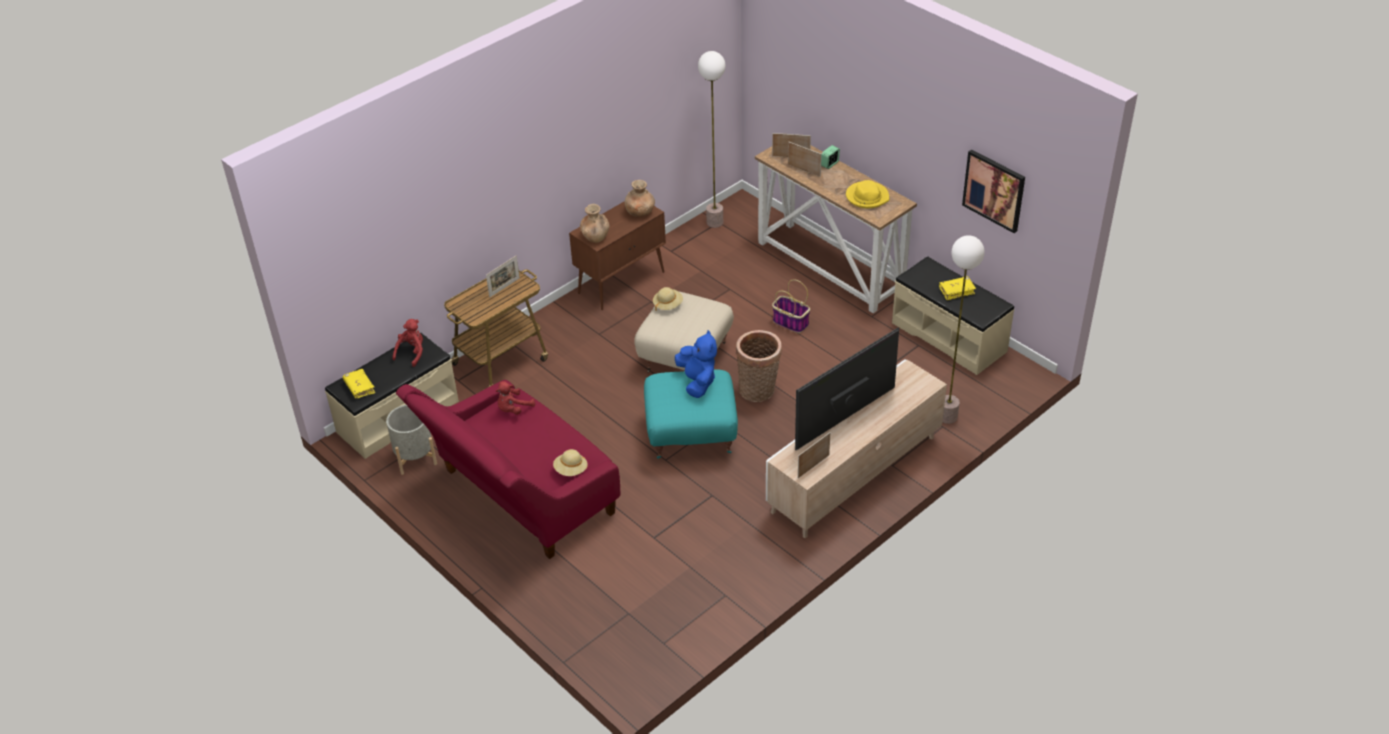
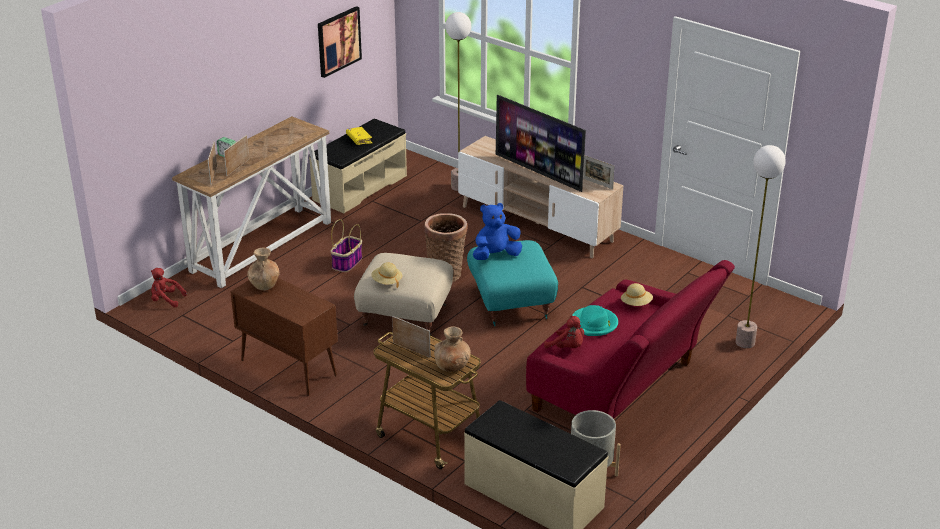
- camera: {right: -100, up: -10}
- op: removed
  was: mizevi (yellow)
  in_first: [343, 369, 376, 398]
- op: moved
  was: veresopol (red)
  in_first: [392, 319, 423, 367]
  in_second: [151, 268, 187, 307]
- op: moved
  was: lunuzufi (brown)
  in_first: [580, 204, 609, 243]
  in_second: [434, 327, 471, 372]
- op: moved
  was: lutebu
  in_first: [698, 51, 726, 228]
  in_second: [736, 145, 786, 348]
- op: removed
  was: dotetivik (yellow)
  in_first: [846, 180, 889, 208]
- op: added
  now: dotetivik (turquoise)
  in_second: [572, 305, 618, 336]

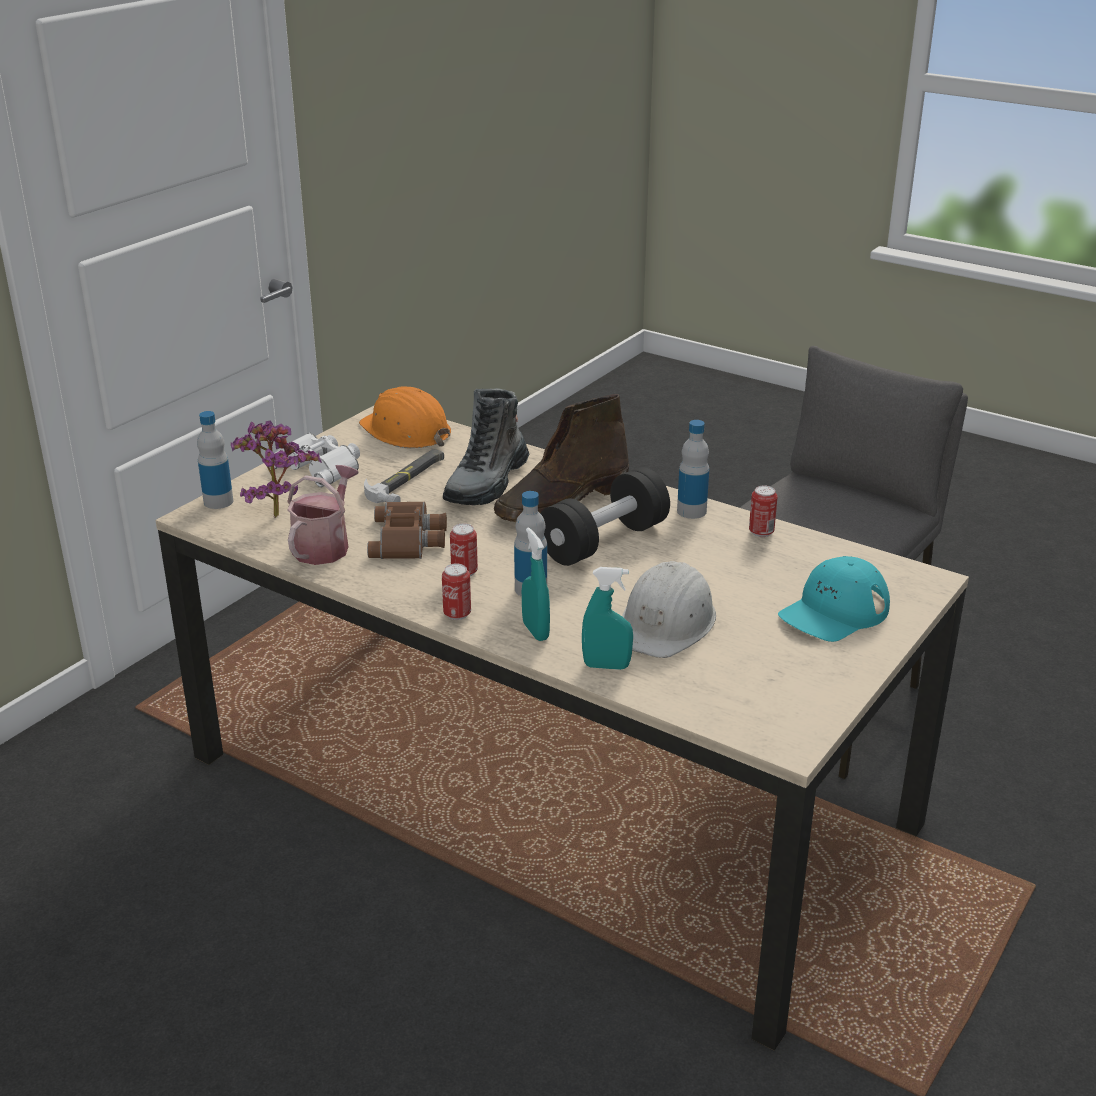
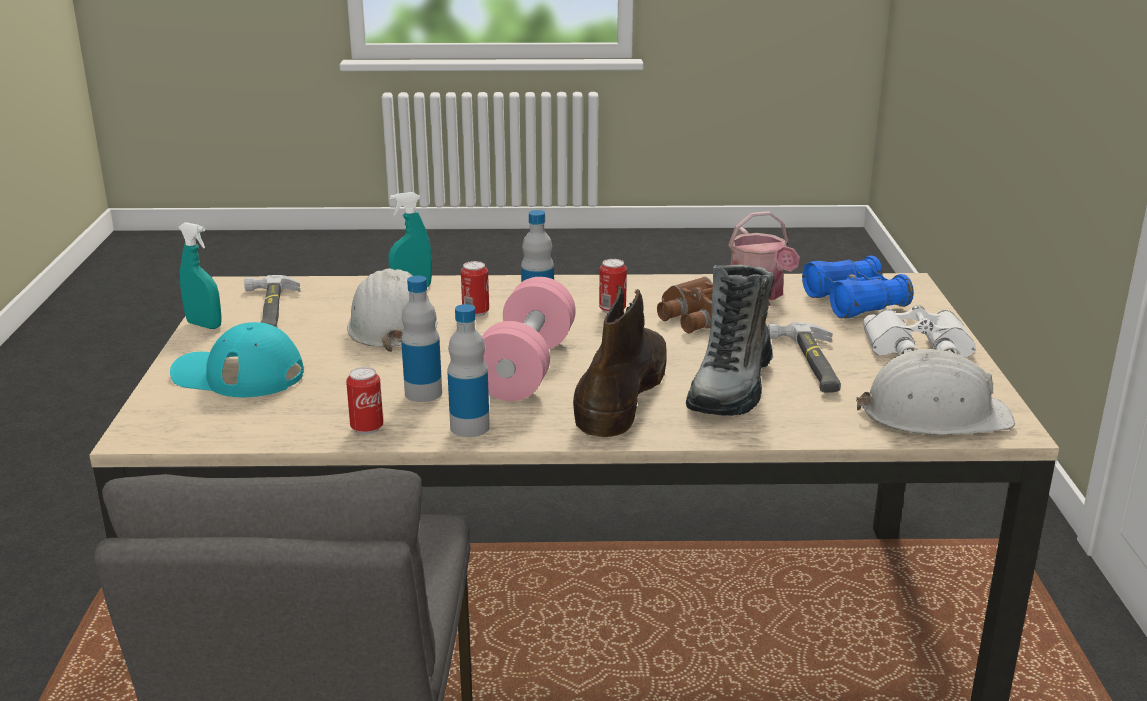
- camera: {right: 145, up: -5}
- op: moved
  was: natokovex
  in_first: [197, 411, 233, 509]
  in_second: [401, 276, 442, 402]
- op: replaced
  was: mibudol
  now: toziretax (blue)
  in_first: [231, 421, 322, 518]
  in_second: [802, 256, 914, 319]
- op: recoloured
  was: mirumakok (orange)
  now: mirumakok (white)
  in_first: [359, 386, 451, 448]
  in_second: [856, 349, 1015, 435]
- op: moved
  was: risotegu
  in_first: [442, 563, 471, 620]
  in_second: [461, 261, 489, 317]
- op: turned
  was: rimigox
  in_first: [443, 388, 529, 506]
  in_second: [686, 264, 774, 416]
  clockwise: -150
- op: moved
  was: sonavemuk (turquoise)
  in_first: [522, 527, 550, 641]
  in_second: [178, 222, 222, 329]
- op: recoloured
  was: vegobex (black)
  now: vegobex (pink)
  in_first: [540, 467, 670, 566]
  in_second: [482, 277, 576, 401]
- op: turned
  was: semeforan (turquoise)
  in_first: [778, 556, 890, 642]
  in_second: [170, 322, 304, 397]
  clockwise: -90
- op: added
  now: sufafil
  in_second: [244, 275, 301, 327]

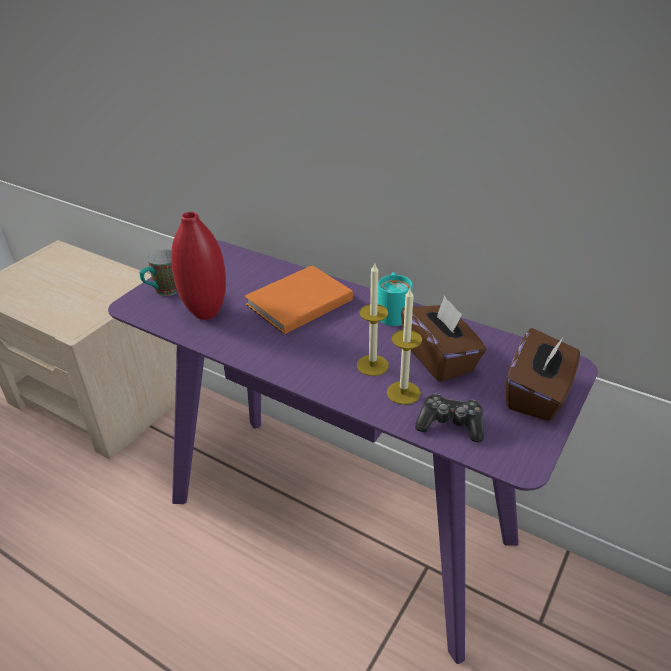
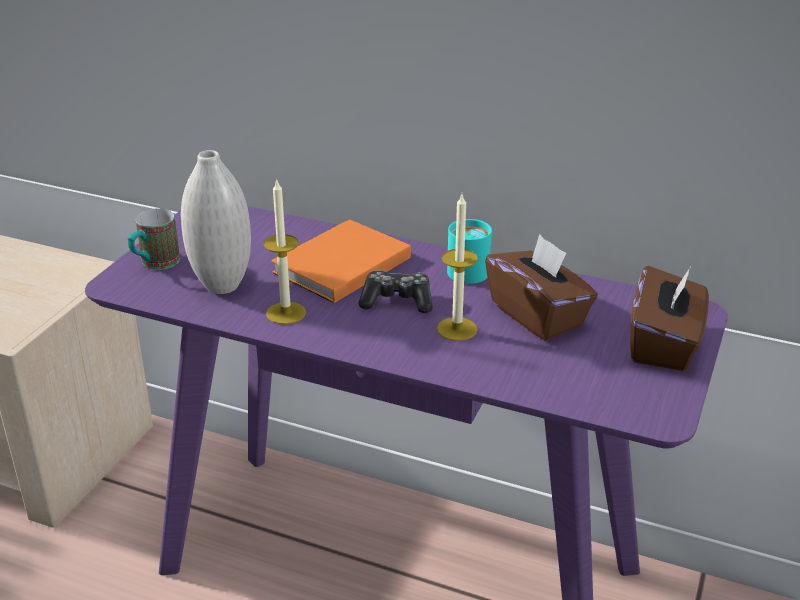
- camera: {right: -10, up: -5}
- op: recoloured
  was: lunuzufi (red)
  now: lunuzufi (white)
  in_first: [171, 212, 226, 320]
  in_second: [181, 150, 251, 294]
- op: moved
  was: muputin
  in_first: [387, 288, 422, 405]
  in_second: [263, 178, 306, 324]
- op: moved
  was: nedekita
  in_first: [415, 394, 484, 442]
  in_second: [359, 270, 432, 313]

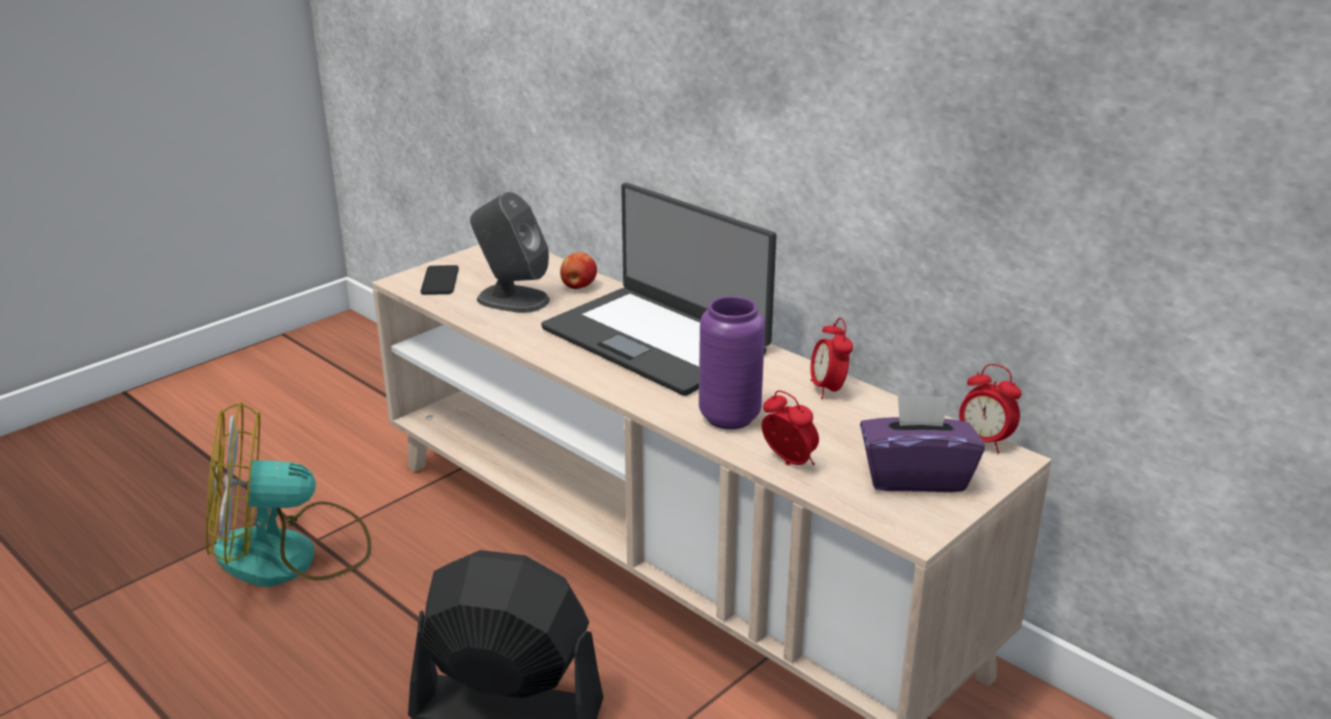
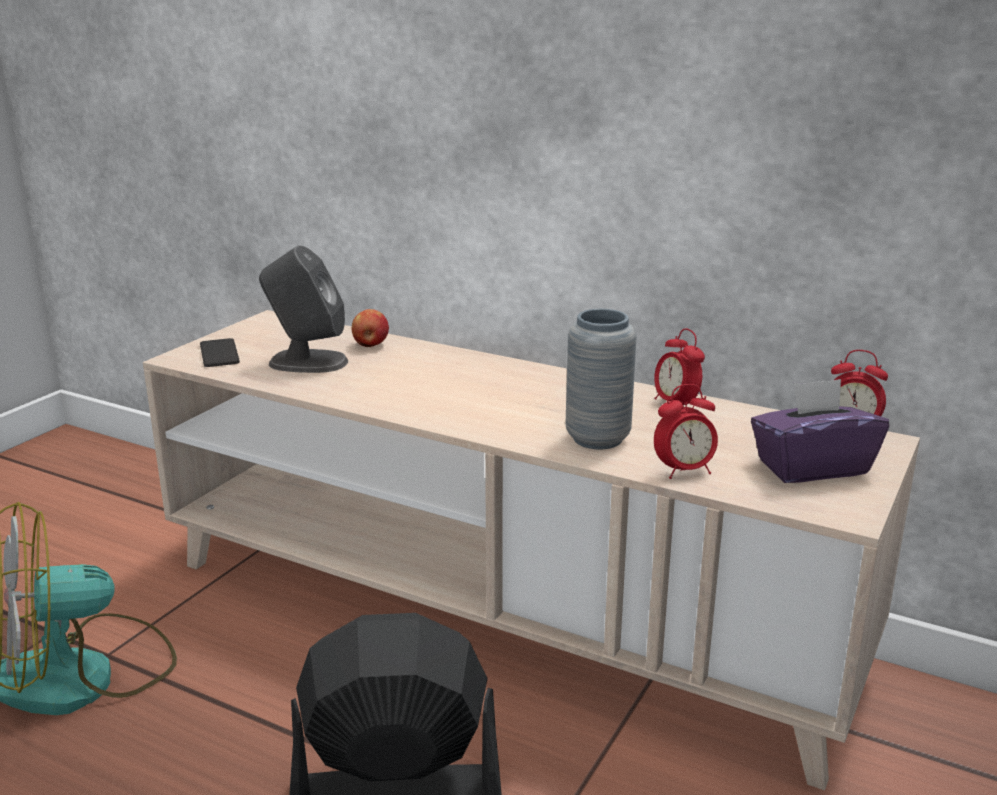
- camera: {right: -15, up: -5}
- op: removed
  was: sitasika
  in_first: [541, 183, 777, 396]
- op: recoloured
  was: lunuzufi (purple)
  now: lunuzufi (grey)
  in_first: [699, 296, 765, 429]
  in_second: [565, 309, 636, 450]
- op: turned
  was: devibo
  in_first: [762, 390, 819, 466]
  in_second: [654, 384, 718, 479]
  clockwise: 135

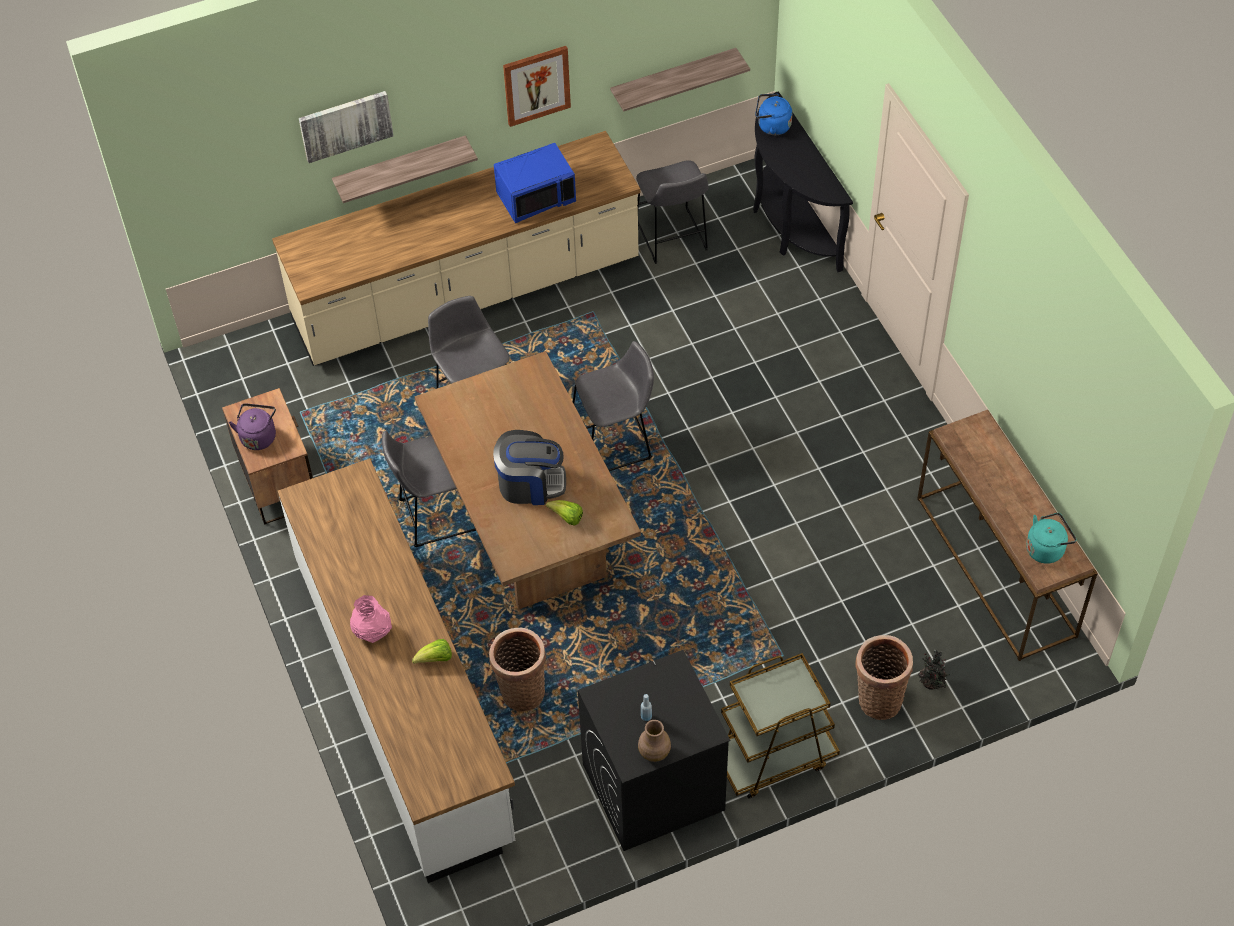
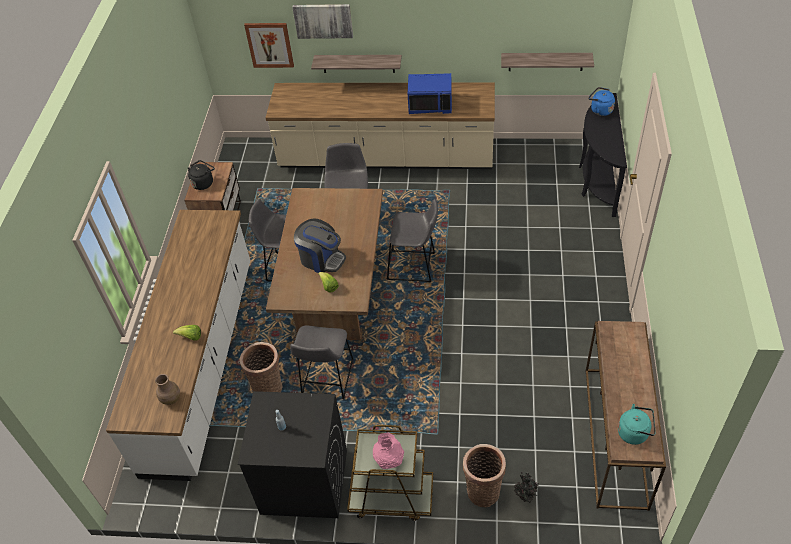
- camera: {right: 30, up: -5}
- op: recoloured
  was: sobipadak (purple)
  now: sobipadak (black)
  in_first: [229, 403, 276, 450]
  in_second: [188, 160, 215, 190]
- op: moved
  was: lunuzufi (pink)
  in_first: [350, 595, 392, 643]
  in_second: [373, 432, 404, 469]
- op: moved
  was: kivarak
  in_first: [503, 46, 571, 127]
  in_second: [244, 23, 294, 68]
- op: moved
  was: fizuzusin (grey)
  in_first: [636, 160, 709, 264]
  in_second: [290, 325, 353, 399]
- op: moved
  was: lunuzufi (brown)
  in_first: [638, 720, 671, 762]
  in_second: [155, 374, 180, 405]

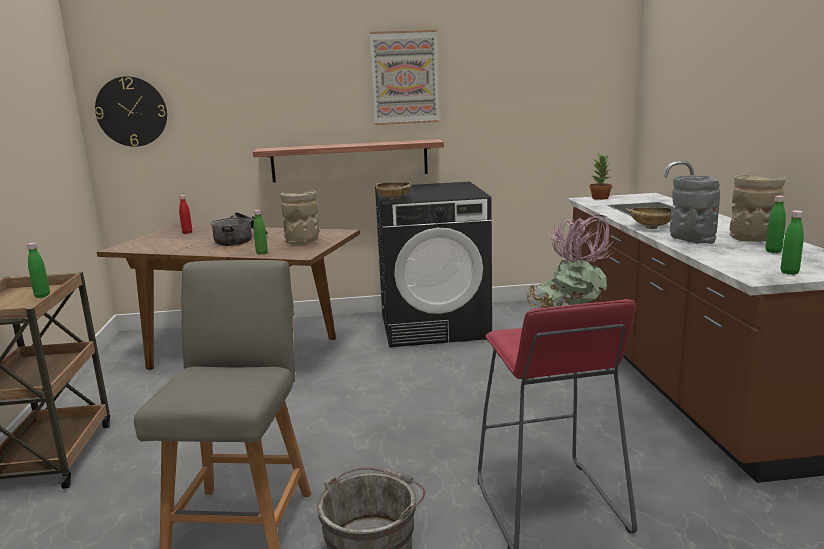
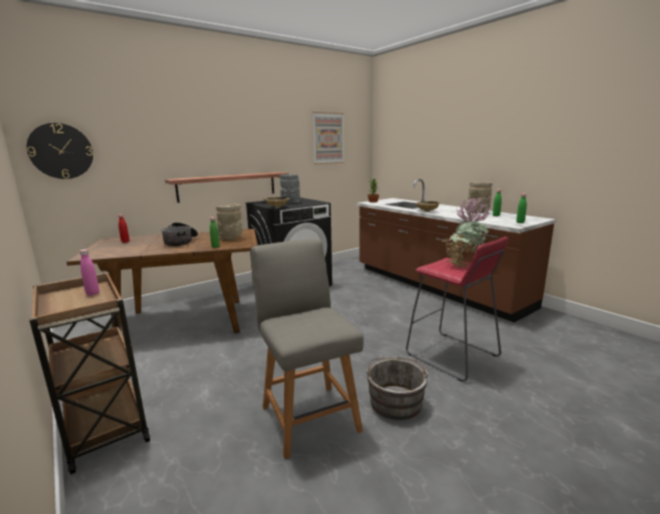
- camera: {right: -30, up: 0}
- op: recoloured
  was: natokovex (green)
  now: natokovex (pink)
  in_first: [27, 243, 50, 298]
  in_second: [80, 249, 99, 295]
- op: moved
  was: kivarak
  in_first: [370, 30, 439, 125]
  in_second: [313, 112, 344, 164]
- op: moved
  was: lunuzufi (grey)
  in_first: [670, 175, 720, 244]
  in_second: [279, 174, 300, 203]

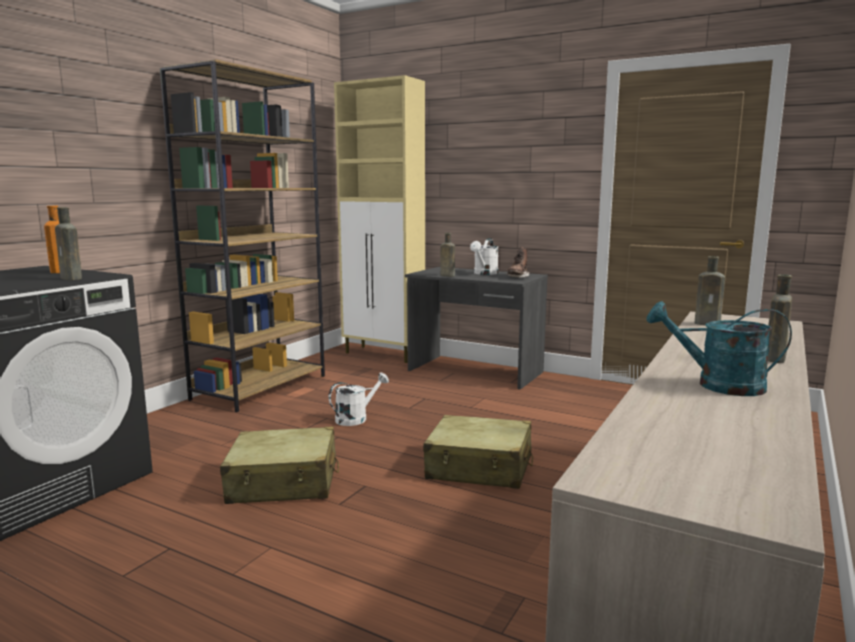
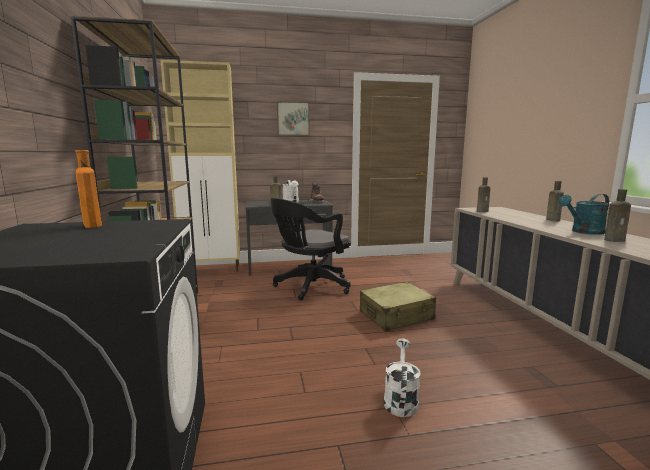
- camera: {right: -40, up: 0}
- op: moved
  was: natokovex (brown)
  in_first: [55, 207, 82, 280]
  in_second: [604, 189, 631, 242]
- op: removed
  was: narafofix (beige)
  in_first: [220, 427, 339, 504]
- op: moved
  was: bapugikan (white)
  in_first: [329, 373, 389, 426]
  in_second: [384, 339, 421, 417]
- op: added
  now: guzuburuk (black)
  in_second: [271, 198, 351, 301]
- op: added
  now: kivarak
  in_second: [277, 102, 310, 136]

